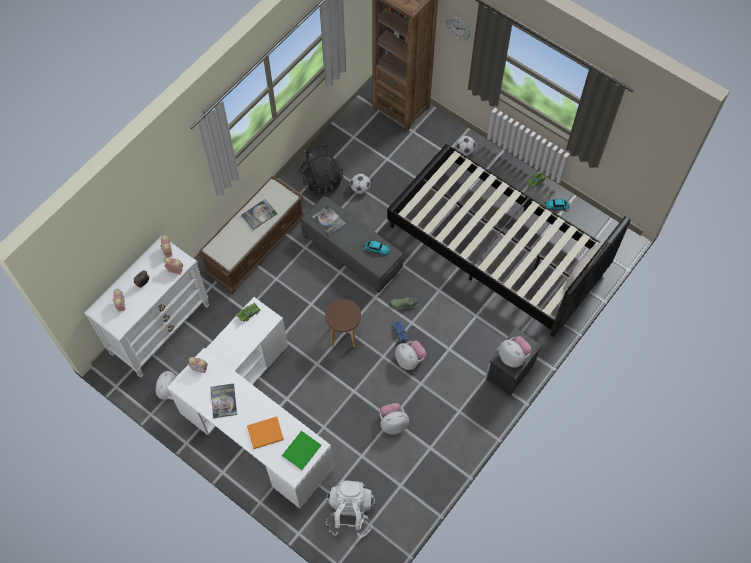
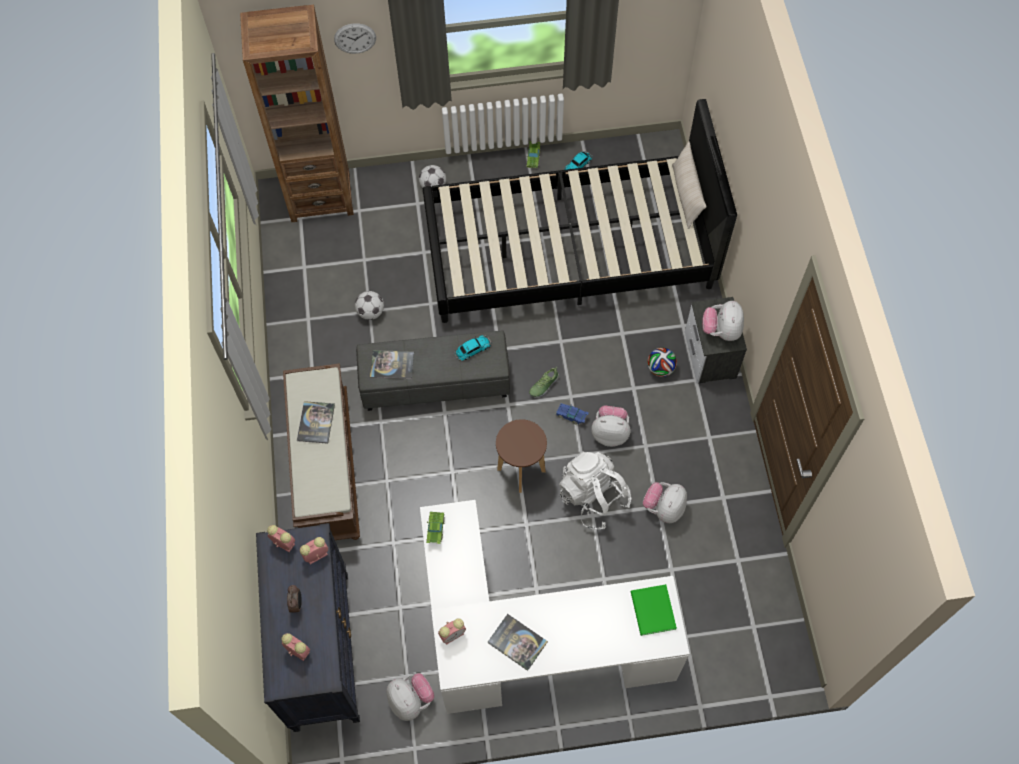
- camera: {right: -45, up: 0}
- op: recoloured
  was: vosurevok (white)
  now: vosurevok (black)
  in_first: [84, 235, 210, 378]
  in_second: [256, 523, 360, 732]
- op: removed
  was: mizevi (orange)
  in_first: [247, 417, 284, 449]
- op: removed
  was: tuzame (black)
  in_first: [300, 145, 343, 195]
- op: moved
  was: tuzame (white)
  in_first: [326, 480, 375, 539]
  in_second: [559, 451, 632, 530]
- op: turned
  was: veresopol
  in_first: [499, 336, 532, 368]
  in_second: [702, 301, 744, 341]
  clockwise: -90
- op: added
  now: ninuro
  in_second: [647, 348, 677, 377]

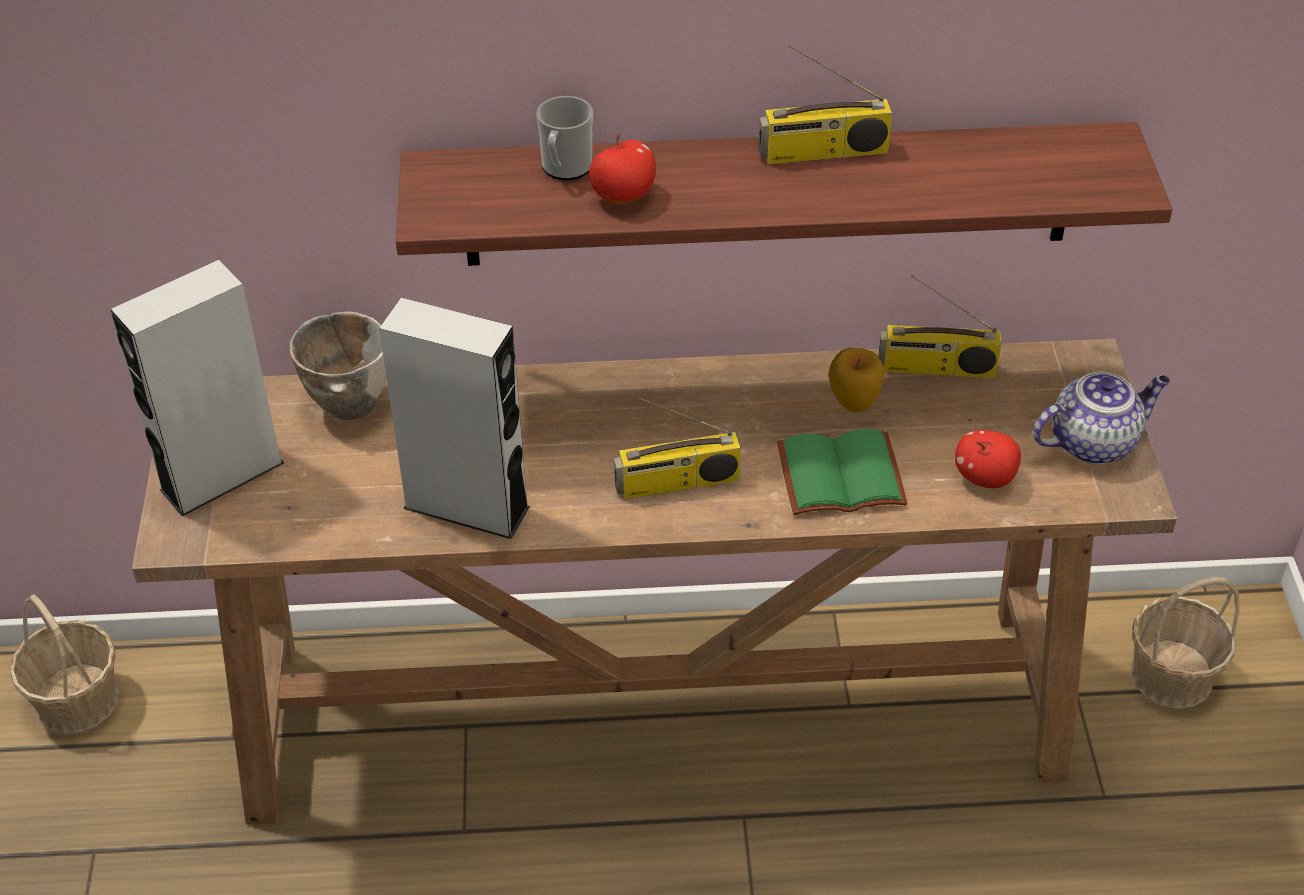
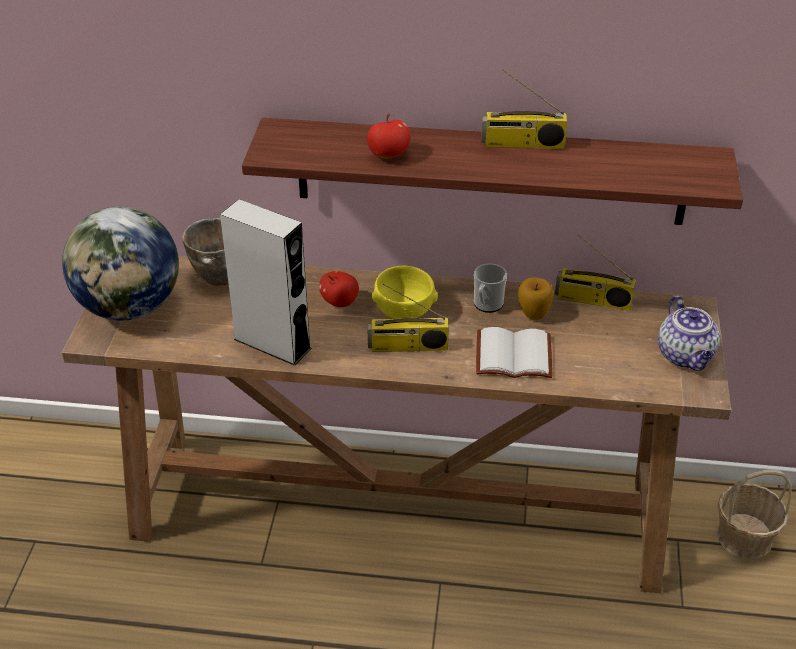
- camera: {right: 10, up: -5}
- op: removed
  was: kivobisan
  in_first: [10, 594, 119, 734]
- op: replaced
  was: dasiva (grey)
  now: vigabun
  in_first: [111, 260, 284, 516]
  in_second: [62, 206, 179, 321]
- op: moved
  was: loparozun
  in_first: [536, 96, 593, 181]
  in_second: [474, 263, 507, 313]
- op: recoloured
  was: mizevi (green)
  now: mizevi (white)
  in_first: [777, 429, 907, 515]
  in_second: [476, 327, 552, 378]
- op: moved
  was: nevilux
  in_first: [955, 430, 1021, 488]
  in_second: [319, 271, 359, 307]
- op: turned
  was: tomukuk
  in_first: [1033, 371, 1170, 464]
  in_second: [658, 295, 720, 371]
  clockwise: 90
- op: added
  now: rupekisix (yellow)
  in_second: [371, 266, 438, 319]

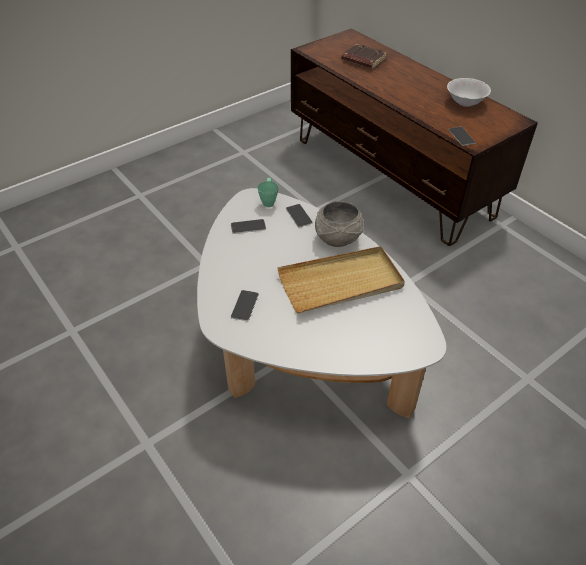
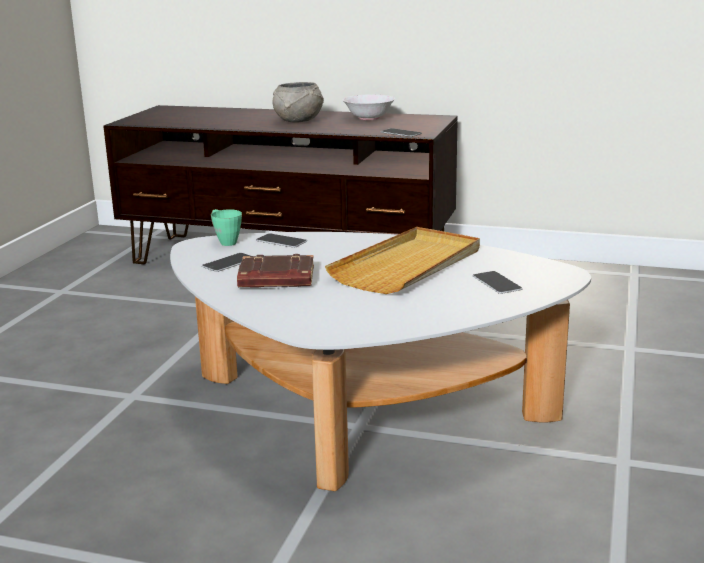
- camera: {right: -35, up: -25}
- op: moved
  was: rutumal
  in_first: [231, 290, 259, 321]
  in_second: [473, 271, 522, 294]
- op: moved
  was: rupekisix (grey)
  in_first: [315, 201, 363, 247]
  in_second: [272, 82, 324, 123]
- op: moved
  was: mizevi (brown)
  in_first: [341, 44, 387, 69]
  in_second: [237, 254, 314, 288]

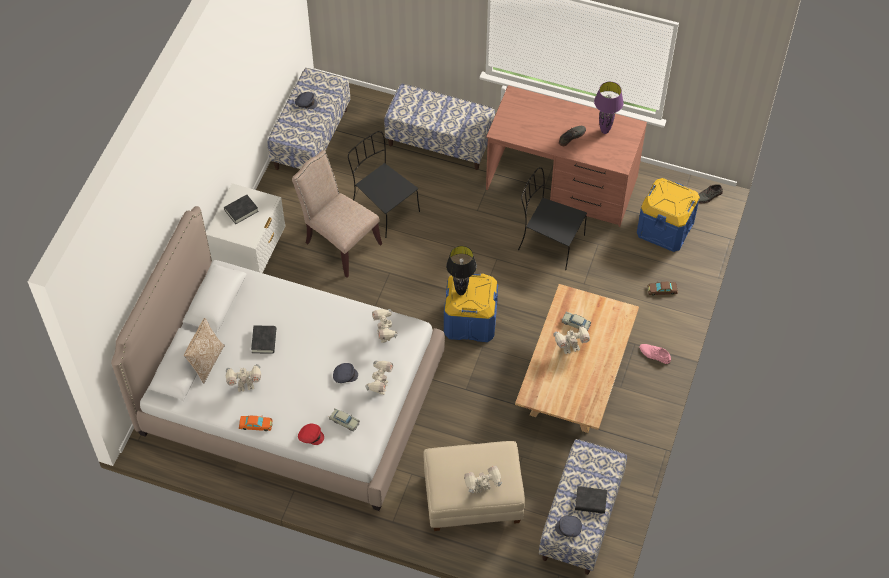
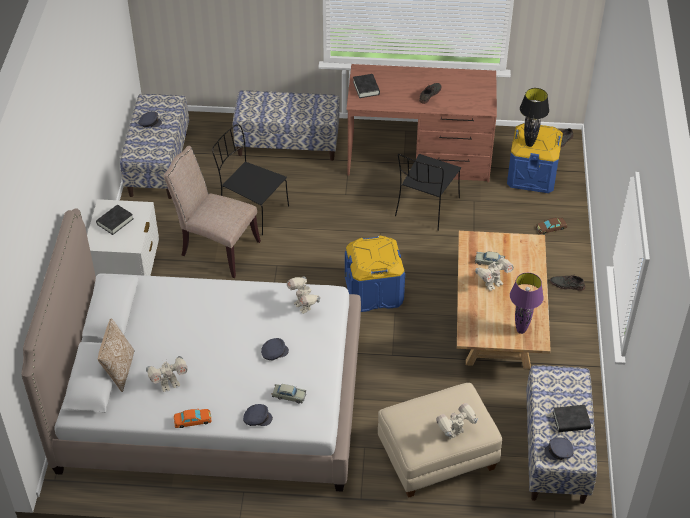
- camera: {right: -15, up: -10}
- op: moved
  was: mizevi (black)
  in_first: [251, 326, 276, 354]
  in_second: [353, 74, 380, 98]
- op: recoloured
  was: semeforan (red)
  now: semeforan (grey)
  in_first: [298, 424, 324, 445]
  in_second: [243, 404, 273, 426]
- op: removed
  was: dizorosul
  in_first: [365, 360, 393, 395]
- op: moved
  was: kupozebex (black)
  in_first: [446, 246, 477, 295]
  in_second: [520, 88, 549, 147]
- op: turned
  was: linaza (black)
  in_first: [518, 167, 587, 270]
  in_second: [395, 154, 461, 231]
  clockwise: -75
- op: moved
  was: kupozebex (purple)
  in_first: [594, 82, 624, 134]
  in_second: [510, 273, 544, 334]
- op: recoloured
  was: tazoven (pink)
  now: tazoven (grey)
  in_first: [639, 344, 671, 364]
  in_second: [550, 275, 585, 291]

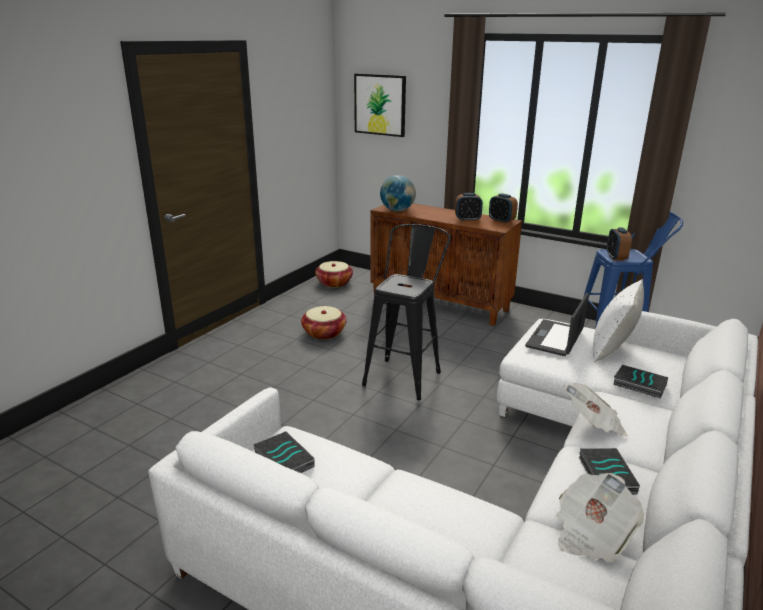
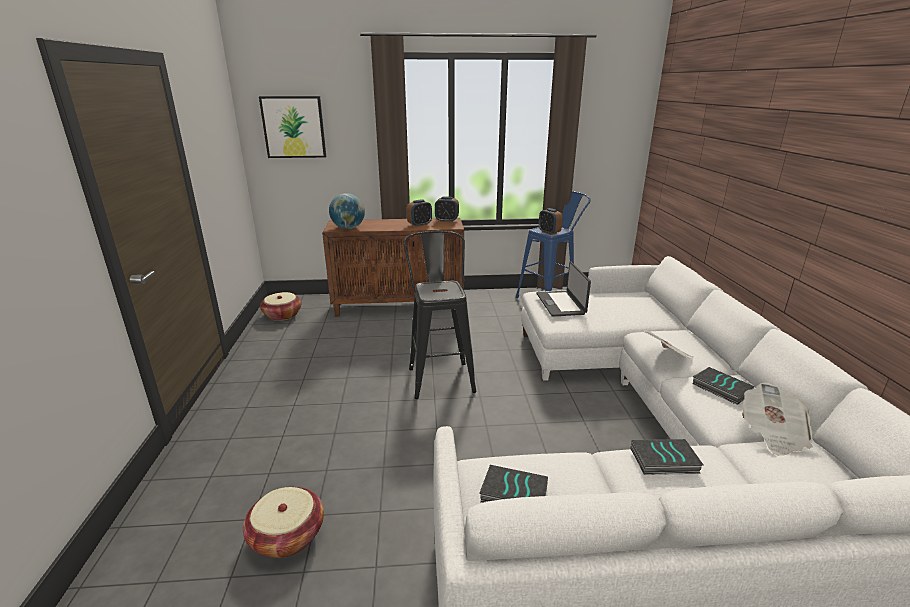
- camera: {right: -35, up: 0}
- op: moved
  was: kivobisan
  in_first: [301, 306, 347, 340]
  in_second: [243, 487, 324, 558]
- op: removed
  was: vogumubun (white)
  in_first: [593, 279, 644, 363]
- op: moved
  was: mizevi
  in_first: [613, 365, 668, 399]
  in_second: [631, 439, 703, 475]

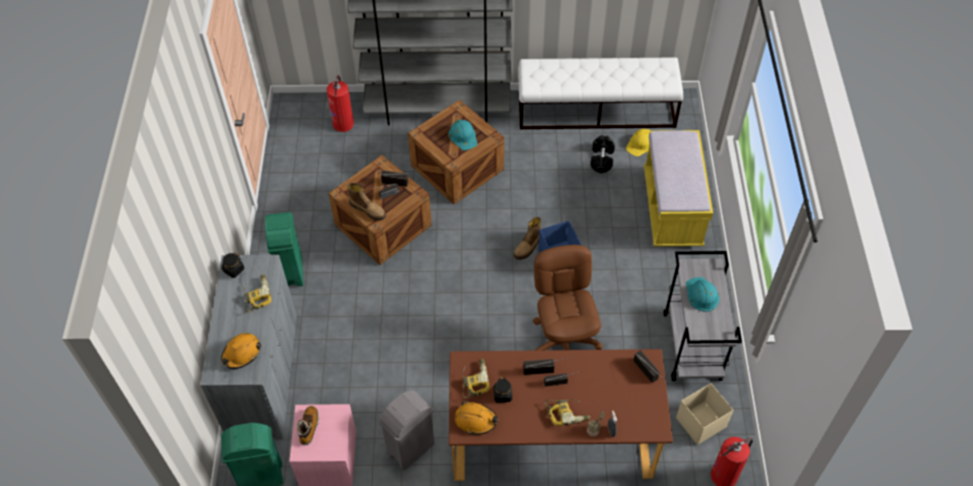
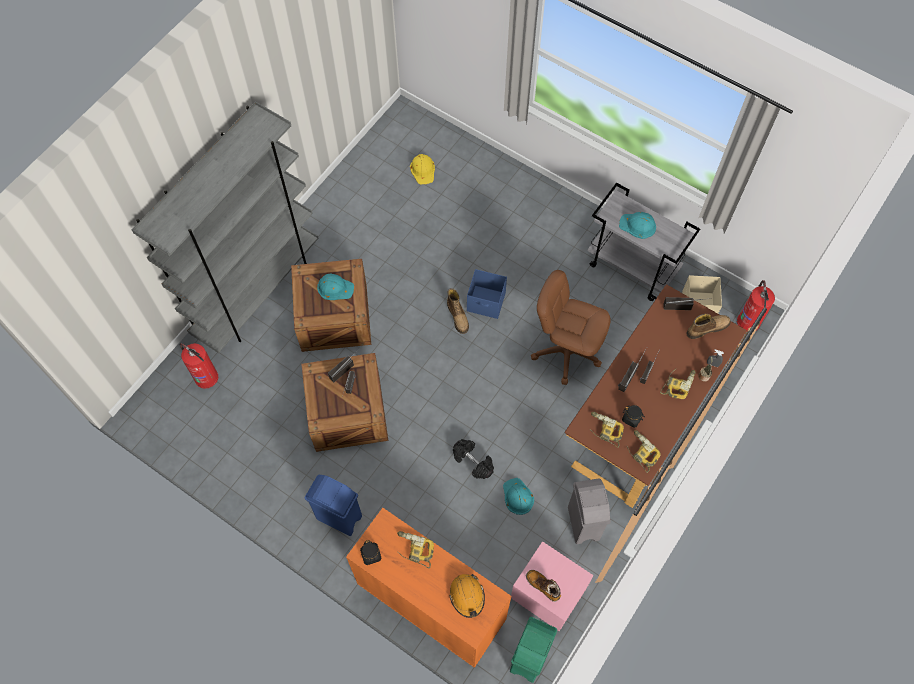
- camera: {right: -55, up: 10}
- op: recoloured
  was: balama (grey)
  now: balama (orange)
  in_first: [200, 255, 297, 439]
  in_second: [346, 508, 511, 668]
- op: recoloured
  was: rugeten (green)
  now: rugeten (blue)
  in_first: [265, 212, 304, 287]
  in_second: [305, 475, 362, 536]
- op: moved
  was: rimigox
  in_first: [347, 183, 386, 221]
  in_second: [687, 314, 731, 339]
- op: replaced
  was: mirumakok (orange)
  now: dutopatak
  in_first: [455, 401, 498, 435]
  in_second: [626, 430, 661, 473]
- op: removed
  was: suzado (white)
  in_first: [518, 57, 683, 130]
- op: moved
  was: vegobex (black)
  in_first: [590, 135, 615, 173]
  in_second: [453, 439, 494, 479]
- op: removed
  was: suzado (yellow)
  in_first: [644, 130, 713, 246]
- op: added
  now: mirumakok (turquoise)
  in_second: [503, 478, 534, 515]

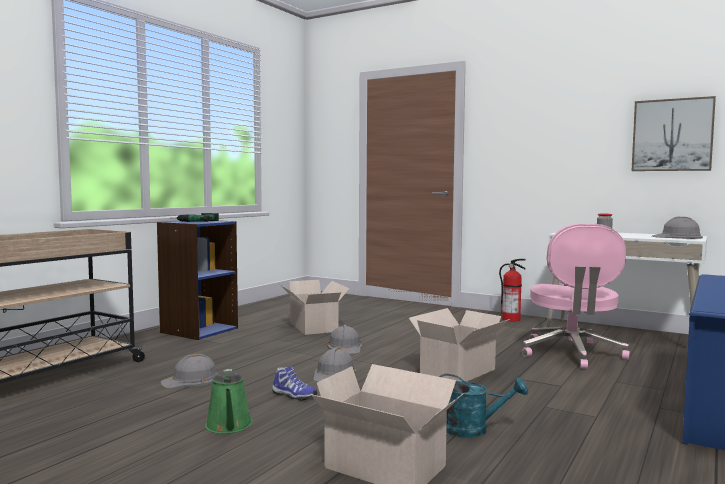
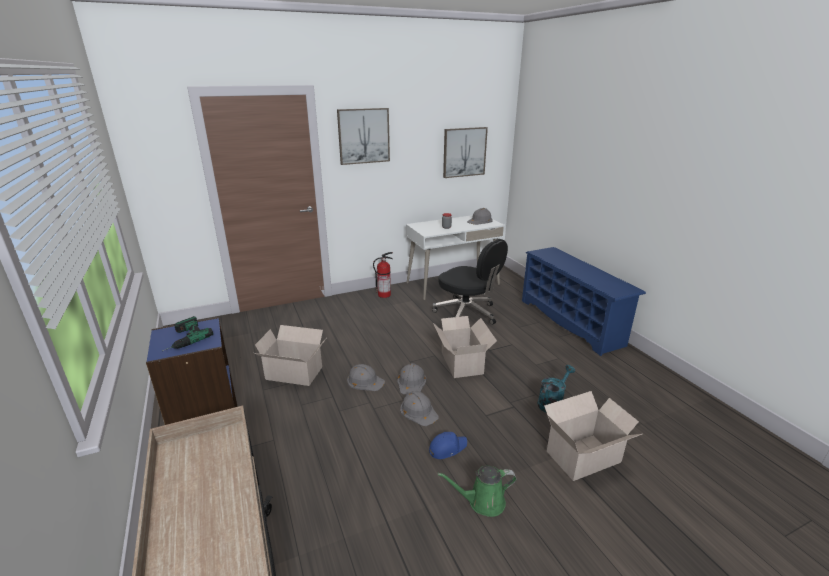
- camera: {right: -55, up: 20}
- op: moved
  was: mirumakok (grey)
  in_first: [161, 354, 218, 388]
  in_second: [398, 363, 427, 395]
- op: turned
  was: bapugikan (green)
  in_first: [205, 369, 253, 434]
  in_second: [438, 466, 517, 517]
  clockwise: 150
- op: replaced
  was: tazoven
  now: semeforan (blue)
  in_first: [272, 366, 317, 401]
  in_second: [429, 432, 467, 459]
- op: recoloured
  was: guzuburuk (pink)
  now: guzuburuk (black)
  in_first: [522, 224, 630, 369]
  in_second: [432, 239, 508, 325]
- op: added
  now: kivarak
  in_second: [337, 108, 390, 165]

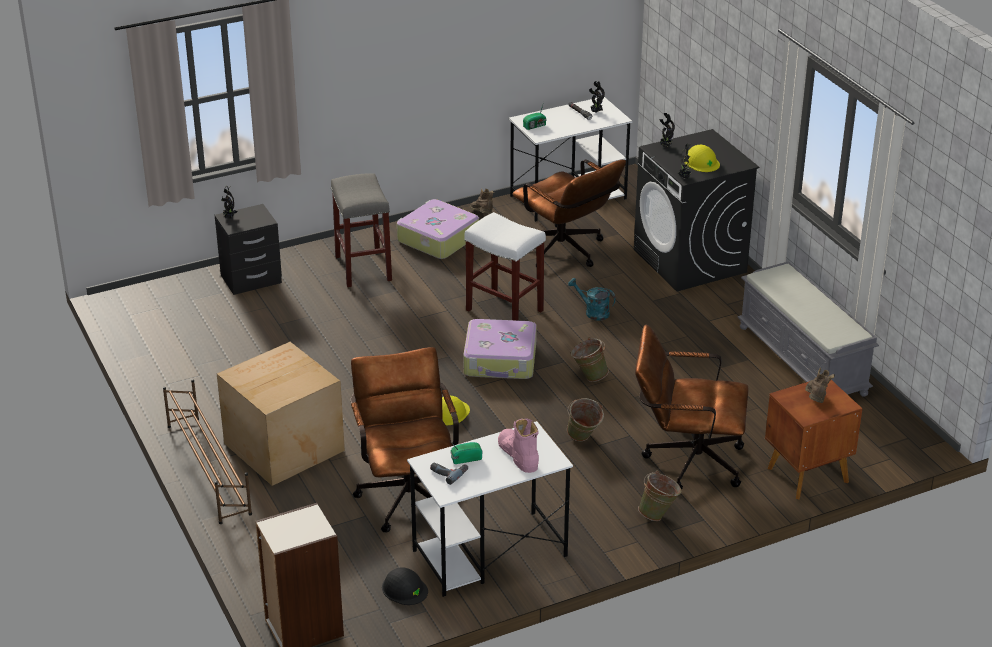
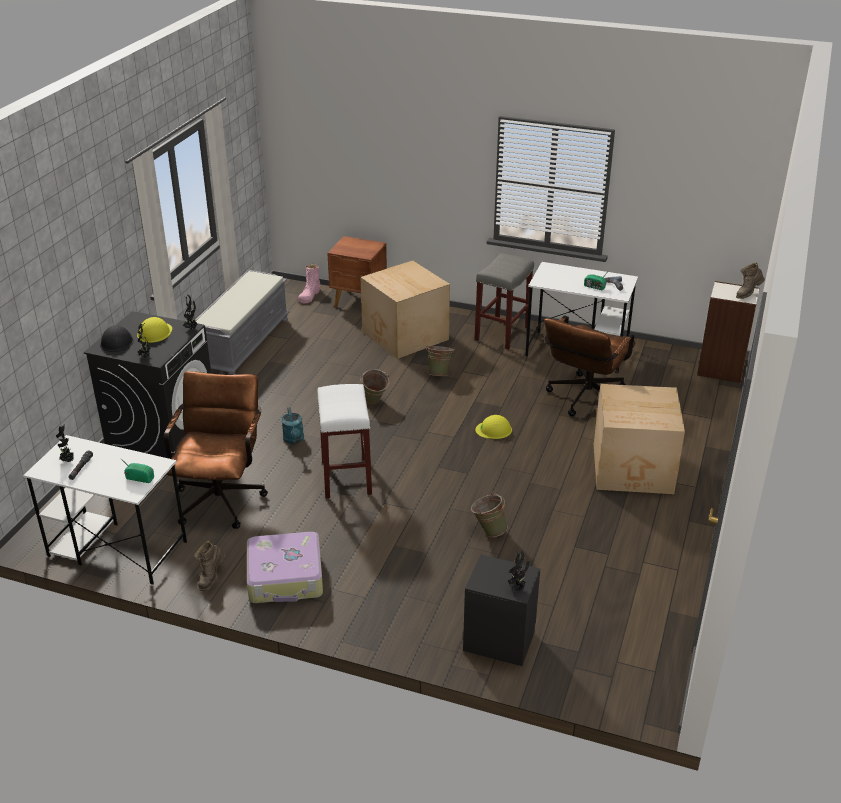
- camera: {right: -135, up: 0}
- op: removed
  was: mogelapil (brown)
  in_first: [163, 379, 252, 524]
- op: moved
  was: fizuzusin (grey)
  in_first: [331, 173, 392, 287]
  in_second: [474, 253, 534, 350]
- op: moved
  was: mirumakok (black)
  in_first: [382, 567, 428, 605]
  in_second: [100, 326, 134, 352]
- op: removed
  was: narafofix
  in_first: [463, 319, 537, 379]
- op: moved
  was: rimigox (pink)
  in_first: [498, 418, 539, 473]
  in_second: [298, 264, 321, 303]
- op: replaced
  was: guzuburuk (brown)
  now: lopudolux
  in_first: [635, 325, 749, 490]
  in_second: [360, 260, 450, 359]
- op: moved
  was: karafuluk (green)
  in_first: [638, 471, 682, 521]
  in_second: [471, 492, 508, 537]
- op: moved
  was: rimigox (brown)
  in_first: [805, 368, 835, 403]
  in_second: [736, 263, 765, 299]

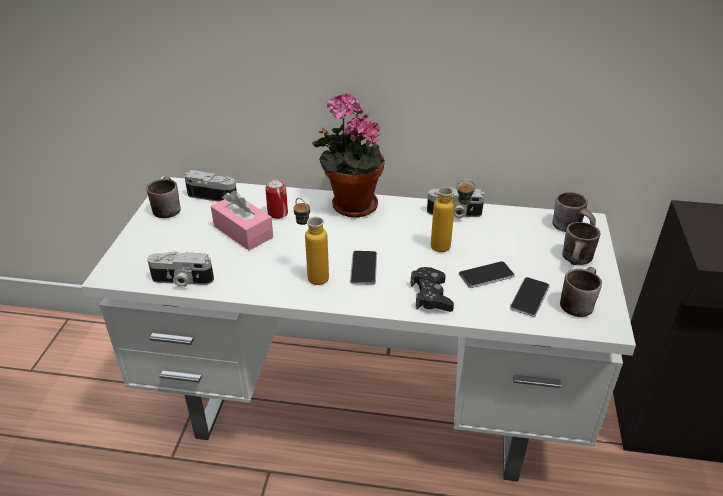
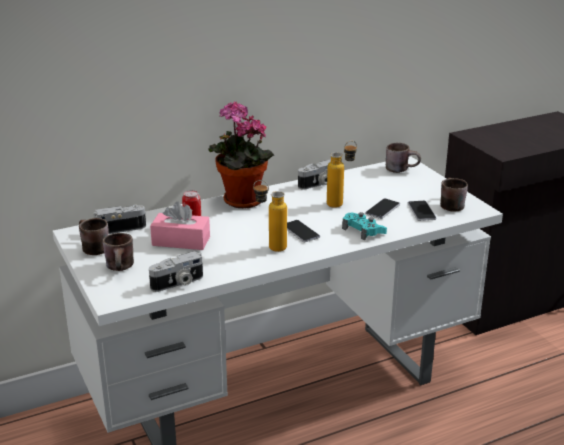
- camera: {right: -35, up: -10}
- op: recoloured
  was: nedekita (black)
  now: nedekita (turquoise)
  in_first: [411, 267, 454, 312]
  in_second: [342, 212, 387, 240]
- op: moved
  was: loparozun (brown)
  in_first: [562, 222, 601, 265]
  in_second: [103, 233, 134, 271]

